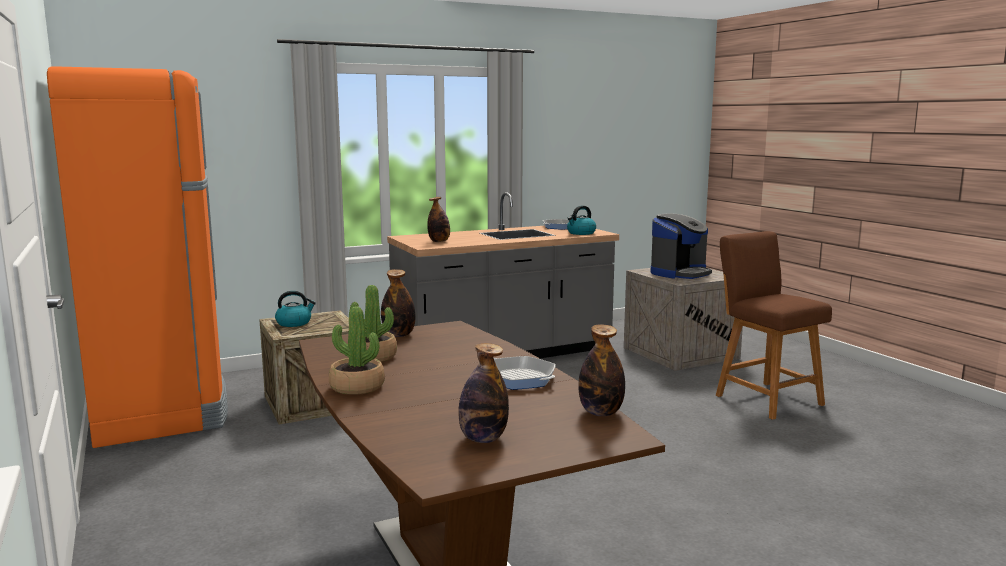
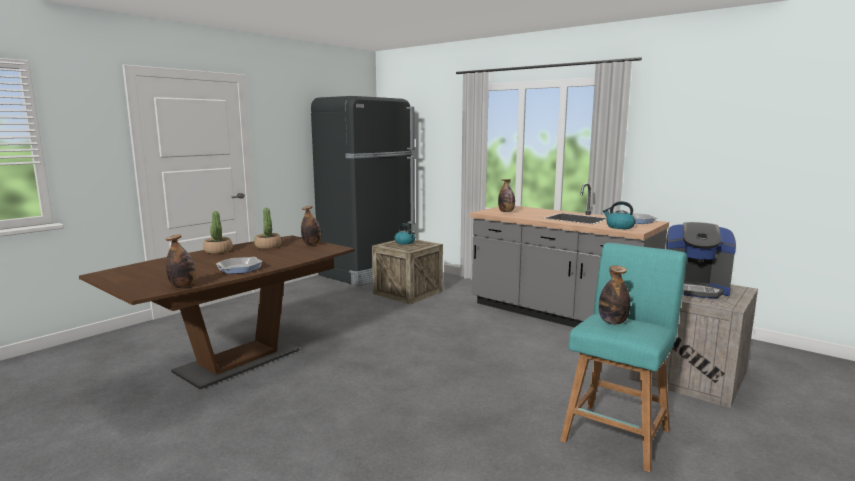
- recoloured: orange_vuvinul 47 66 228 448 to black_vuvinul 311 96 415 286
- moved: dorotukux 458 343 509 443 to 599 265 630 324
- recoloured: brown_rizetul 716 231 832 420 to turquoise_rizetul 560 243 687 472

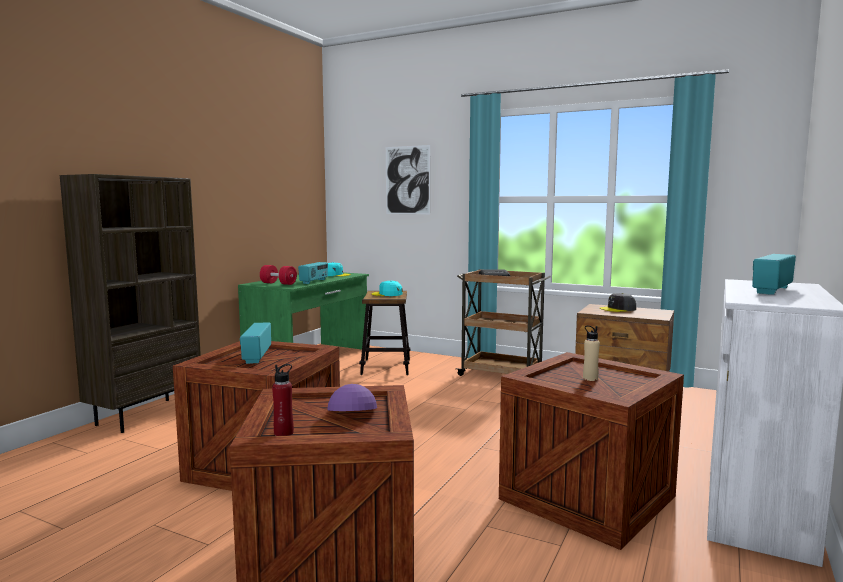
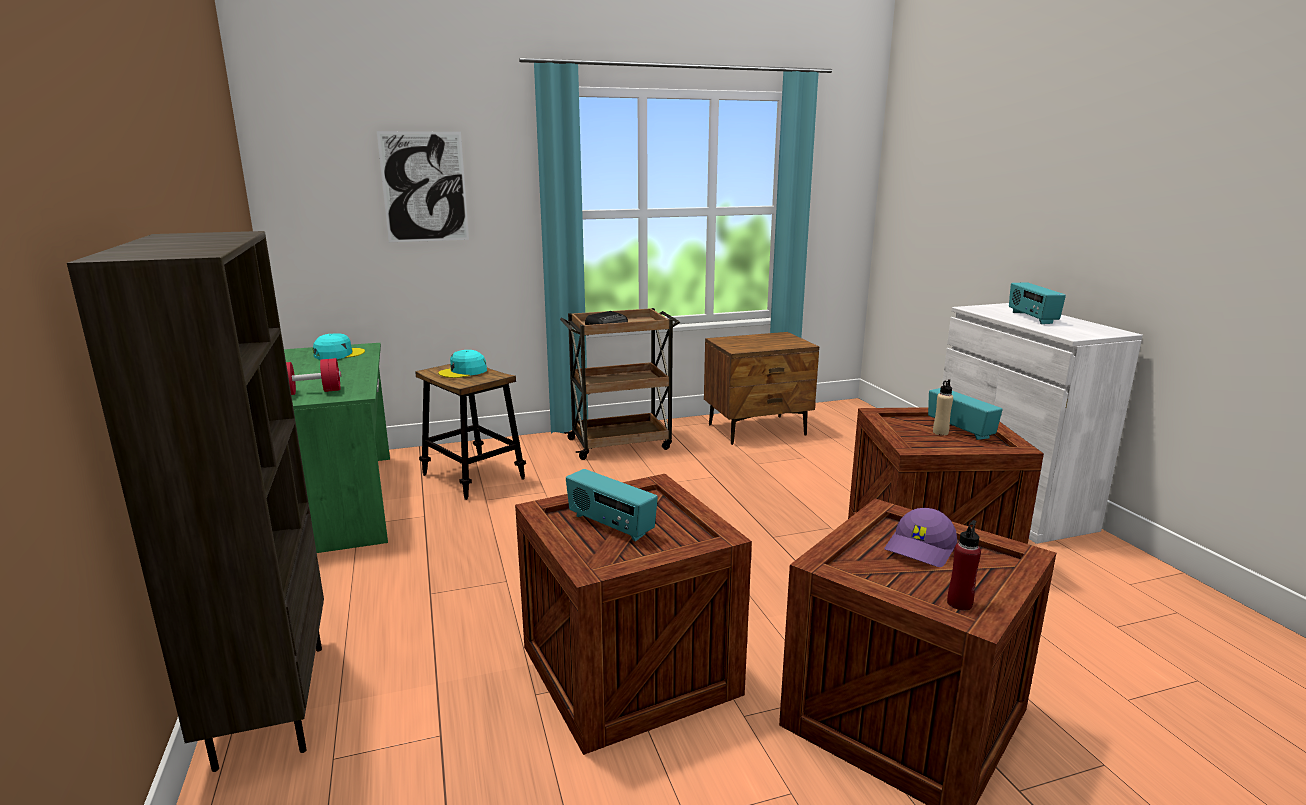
- moved: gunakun 298 262 328 284 to 928 388 1002 440
- turned: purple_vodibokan 327 384 377 411 = 884 508 957 567 90 degrees counterclockwise
- removed: grey_vodibokan 600 293 636 312

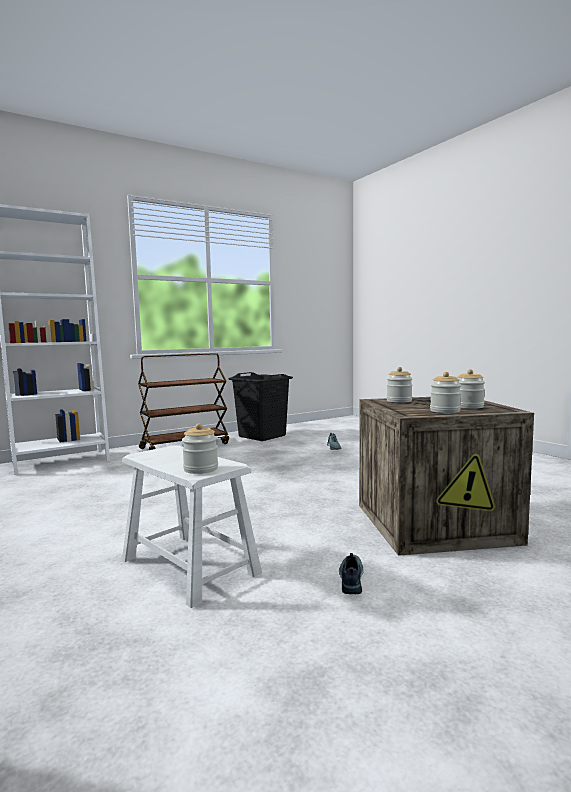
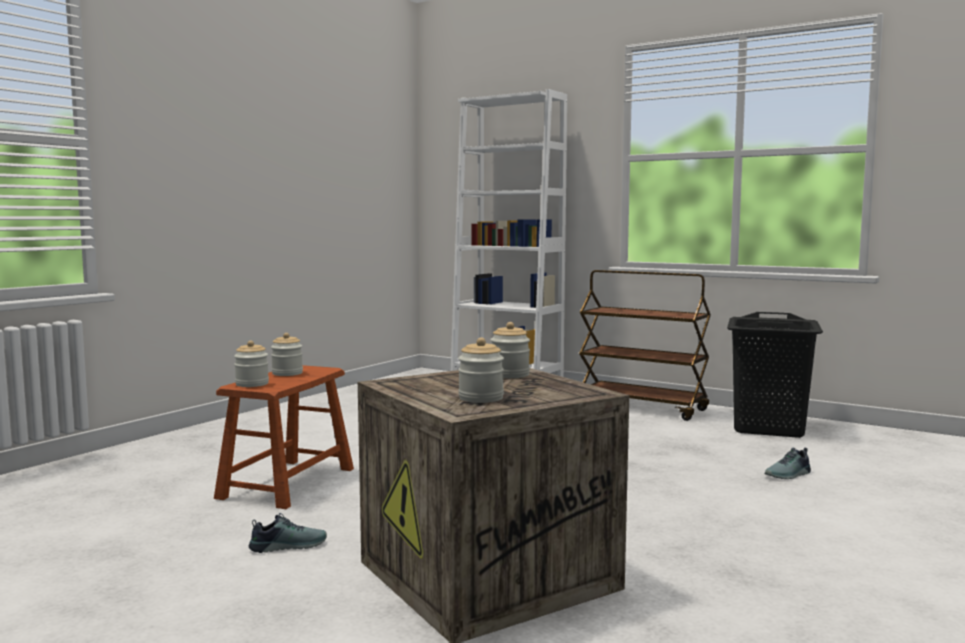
- recoloured: white_rizetul 122 445 262 608 to brown_rizetul 214 365 354 509
- moved: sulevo 430 372 461 413 to 271 333 303 376

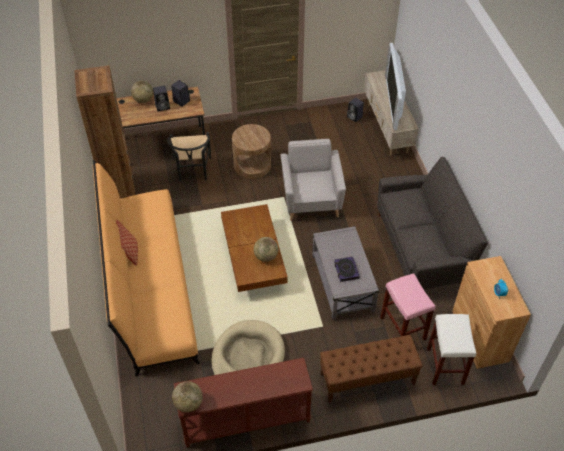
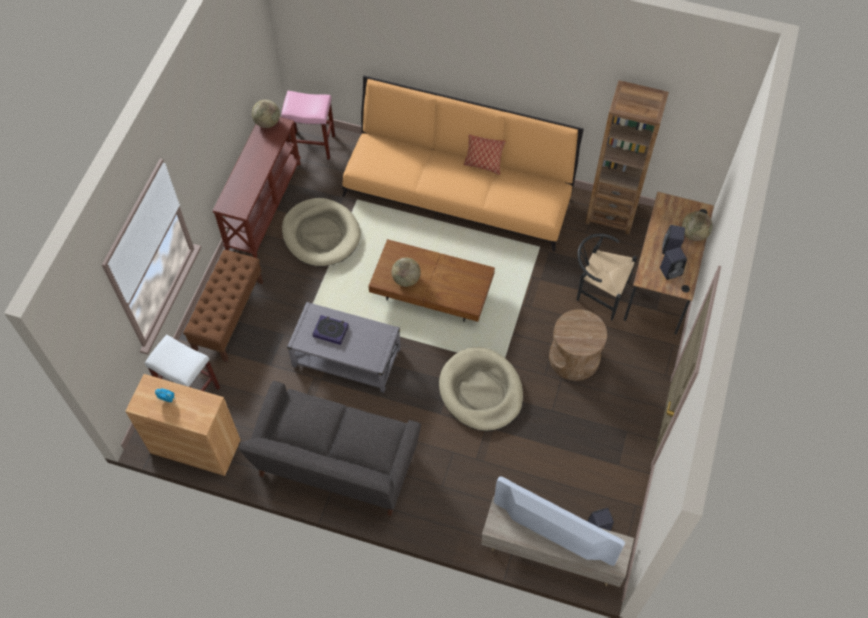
- replaced: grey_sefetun 281 139 346 221 to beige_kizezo 439 347 523 431
- moved: pink_rizetul 380 273 436 340 to 281 91 335 160

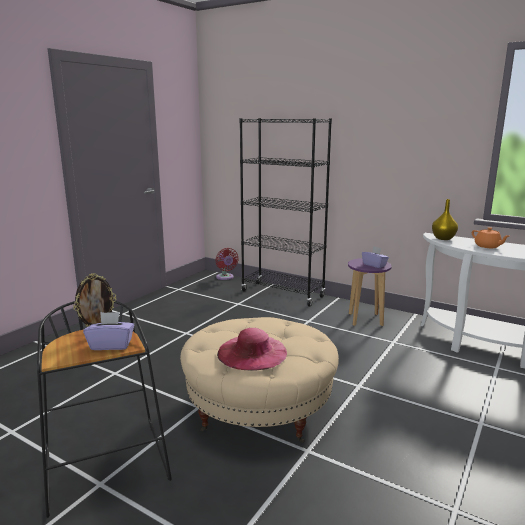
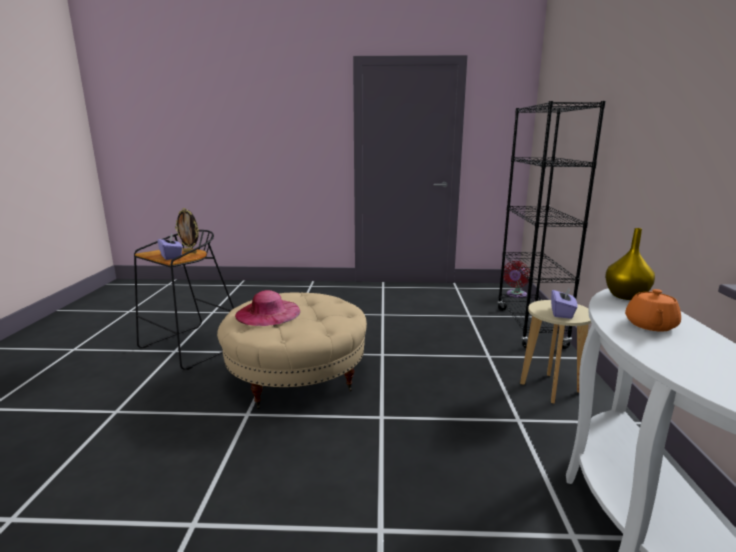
- recoloured: purple_rizetul 348 258 392 326 to beige_rizetul 520 300 591 404

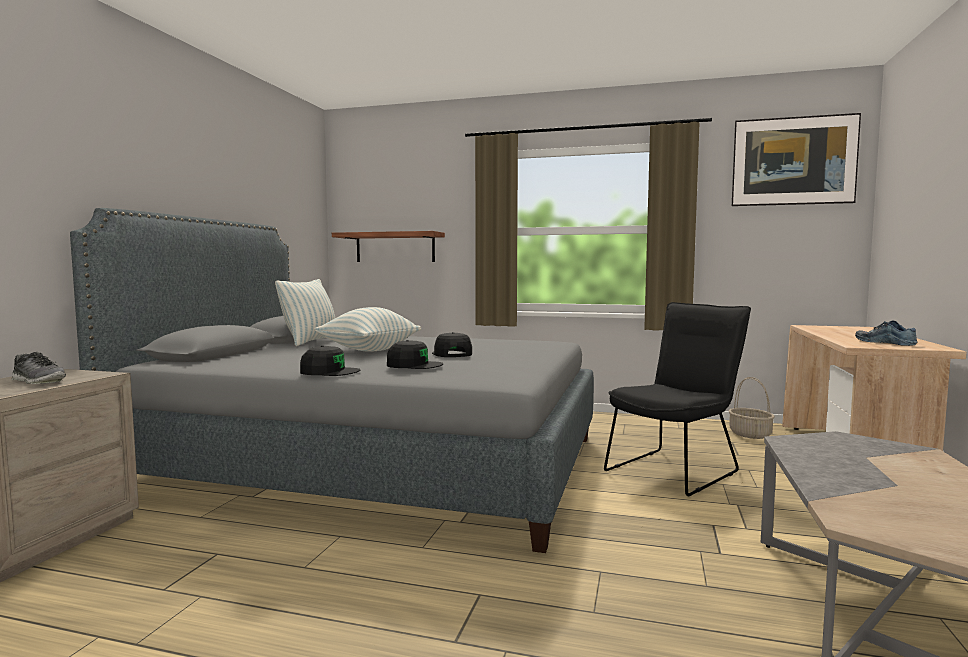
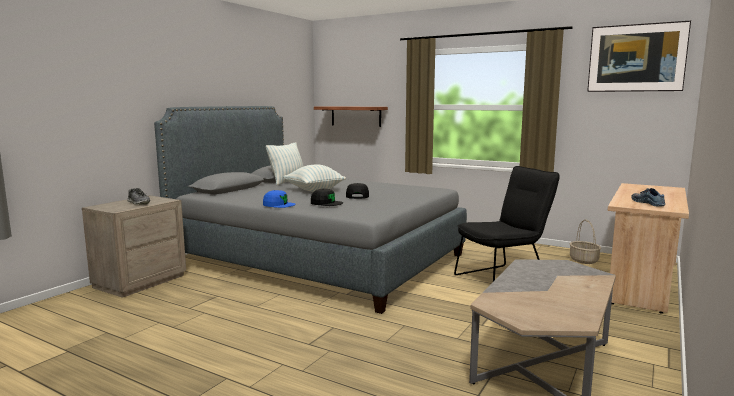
- recoloured: black_vodibokan 300 346 360 376 to blue_vodibokan 263 190 296 208

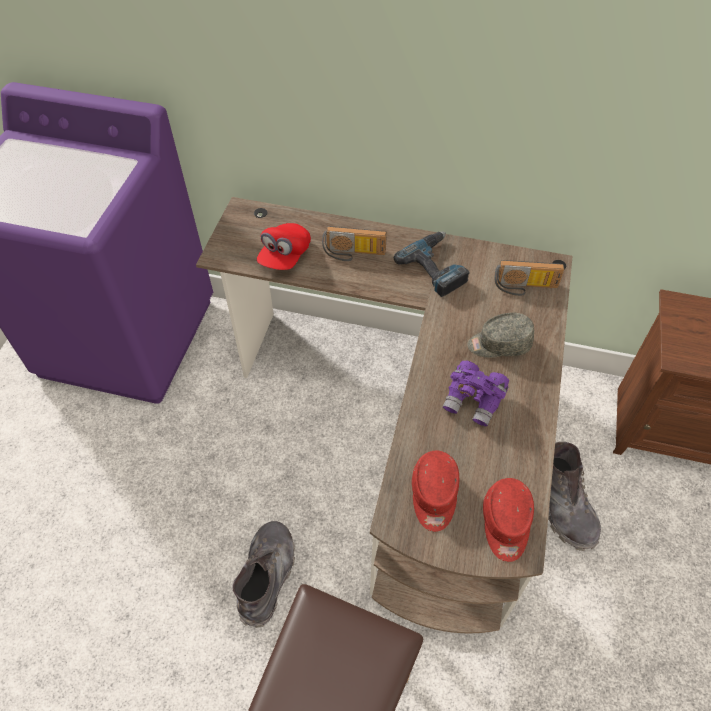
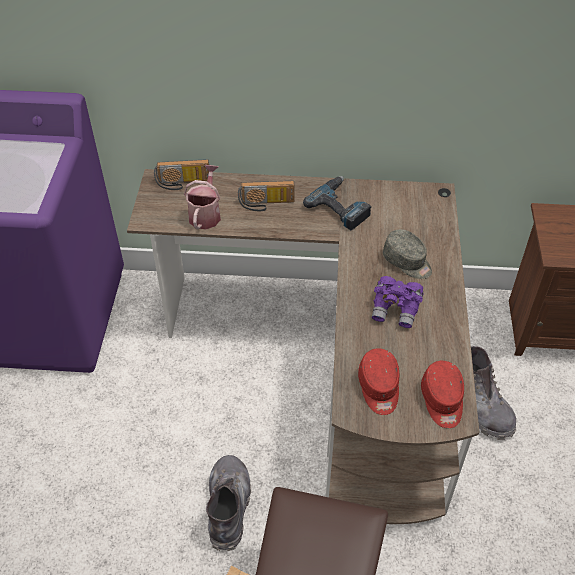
- replaced: red_vodibokan 257 223 311 270 to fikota 184 165 221 229
- turned: grey_vodibokan 467 313 534 358 = 383 229 432 279 120 degrees counterclockwise
- moved: gunakun 494 260 564 296 to 154 159 209 190

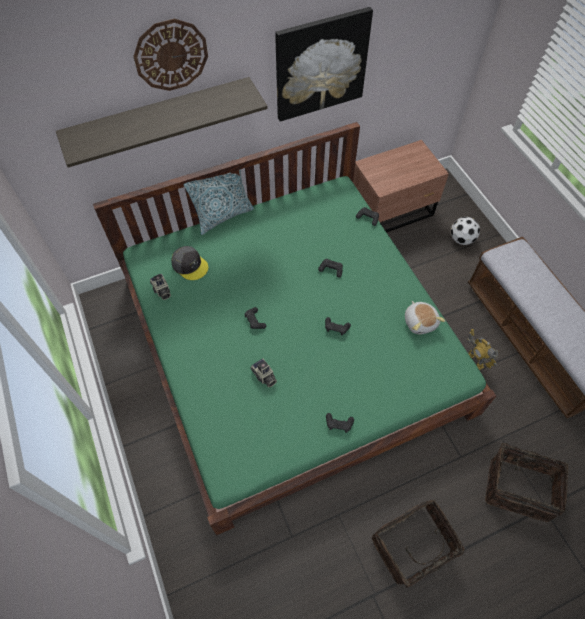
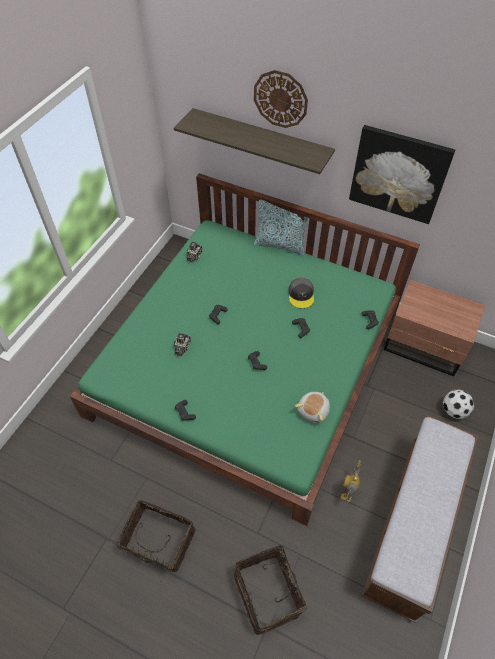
- moved: grey_vodibokan 171 246 208 280 to 288 278 314 309

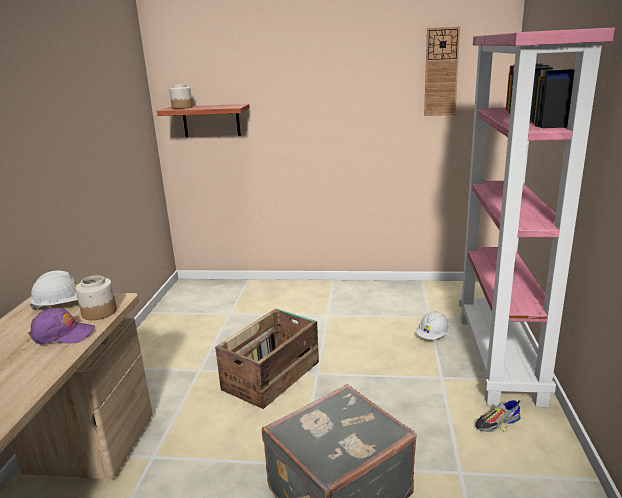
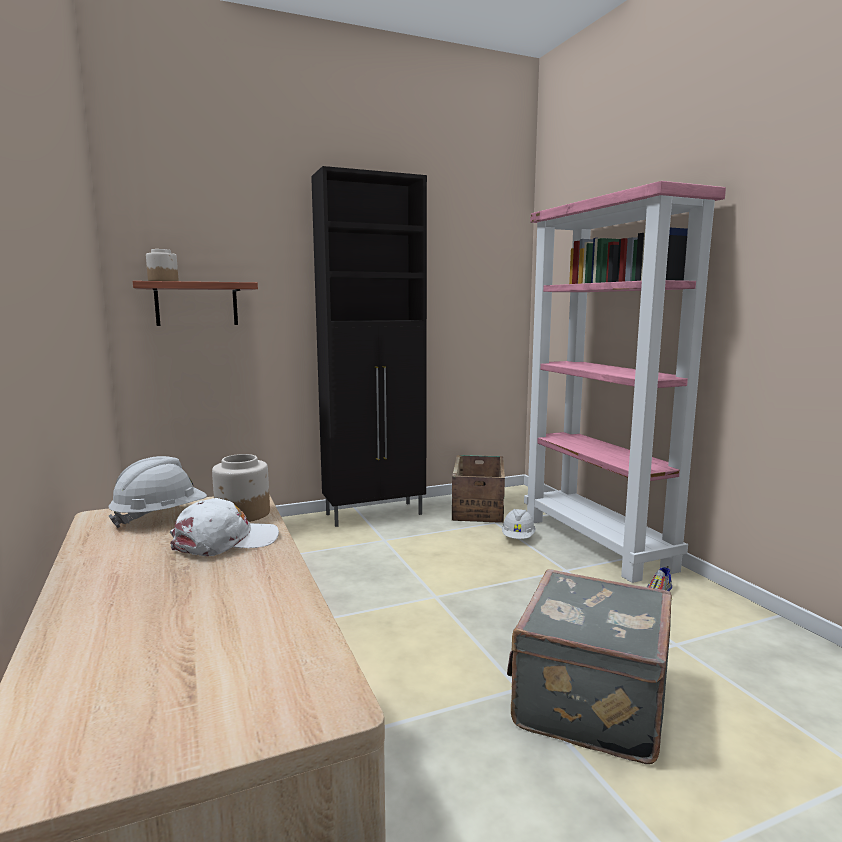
- recoloured: purple_vodibokan 28 308 95 345 to white_vodibokan 170 498 279 556
- moved: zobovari 215 308 319 409 to 452 455 505 523
- removed: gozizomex 424 26 460 116
- added: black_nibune 311 166 427 527

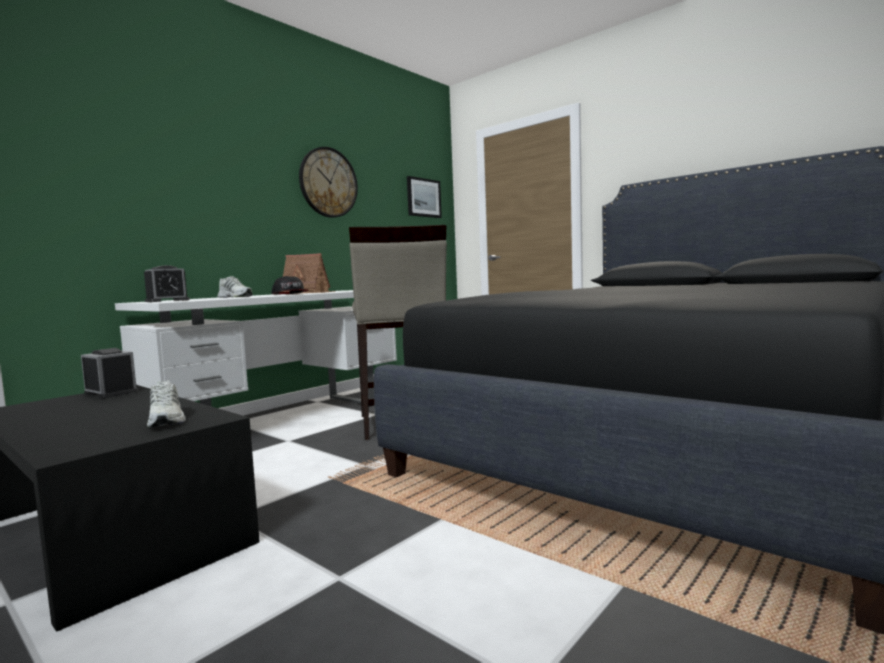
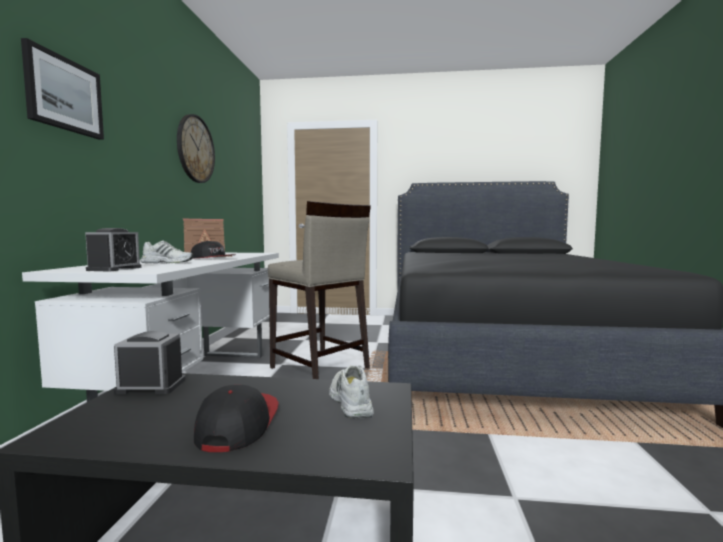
- turned: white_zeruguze 147 380 186 428 = 329 365 374 418 135 degrees counterclockwise
- moved: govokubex 407 176 442 218 to 21 38 104 140
- added: vodibokan 194 385 278 452

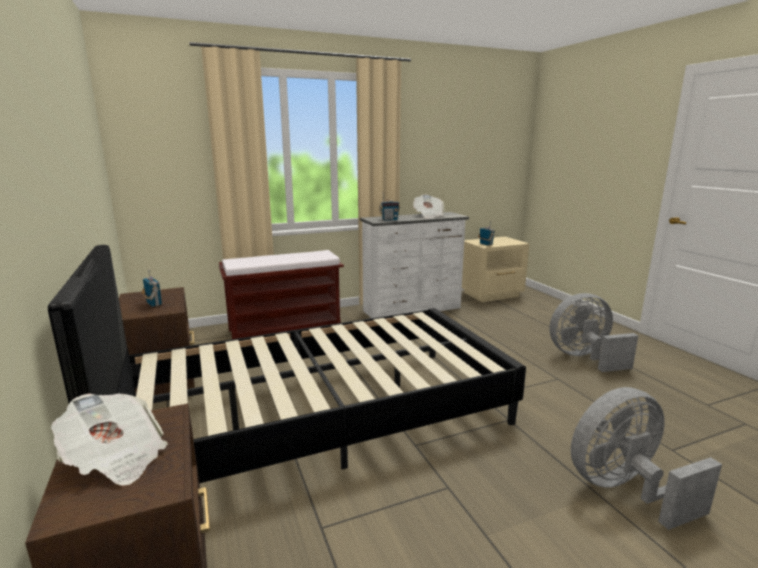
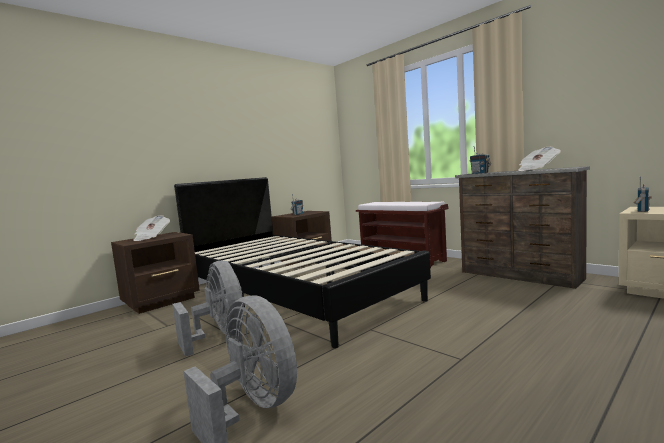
- recoloured: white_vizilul 360 212 469 318 to brown_vizilul 455 166 590 289
- moved: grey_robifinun 549 293 638 372 to 173 261 244 357

